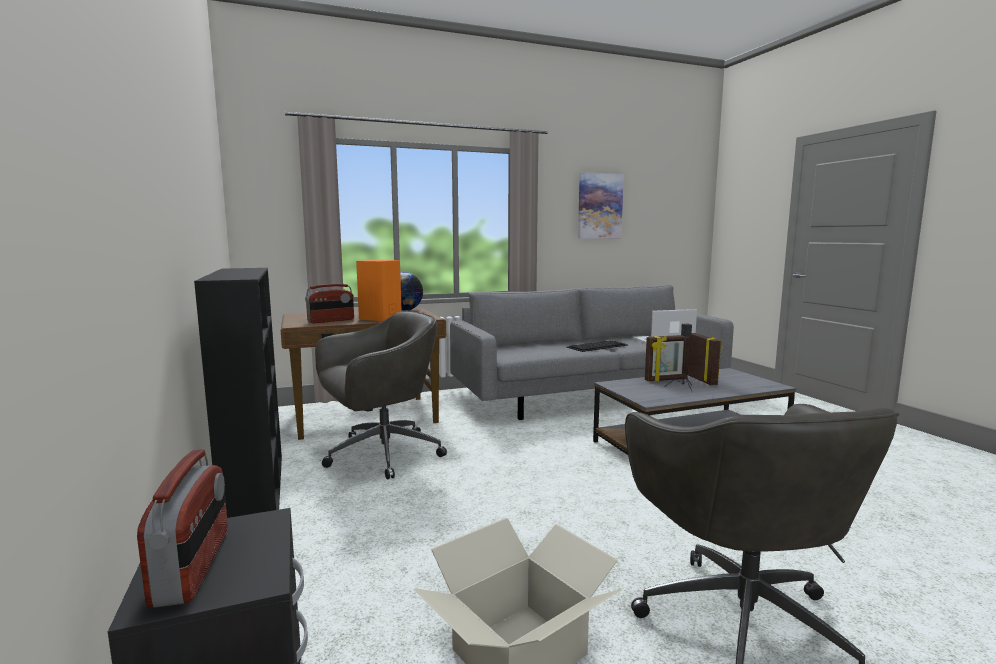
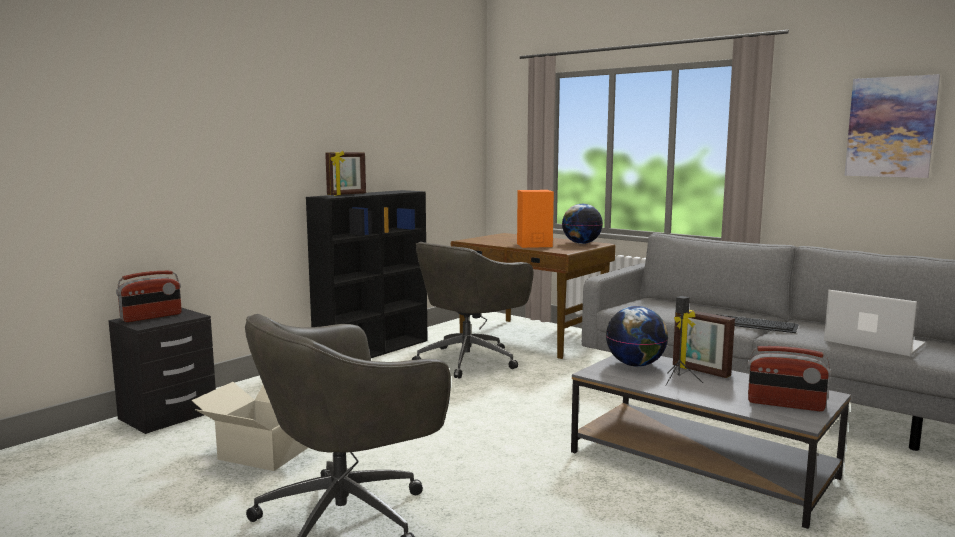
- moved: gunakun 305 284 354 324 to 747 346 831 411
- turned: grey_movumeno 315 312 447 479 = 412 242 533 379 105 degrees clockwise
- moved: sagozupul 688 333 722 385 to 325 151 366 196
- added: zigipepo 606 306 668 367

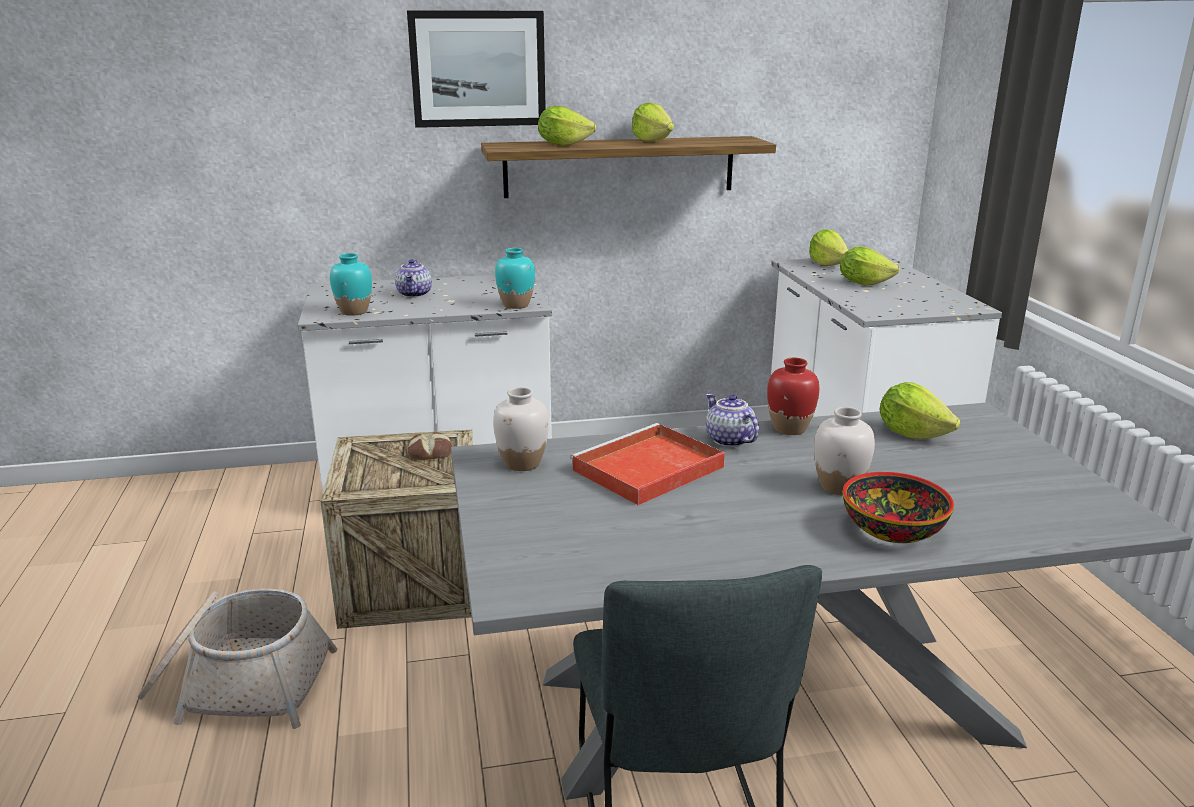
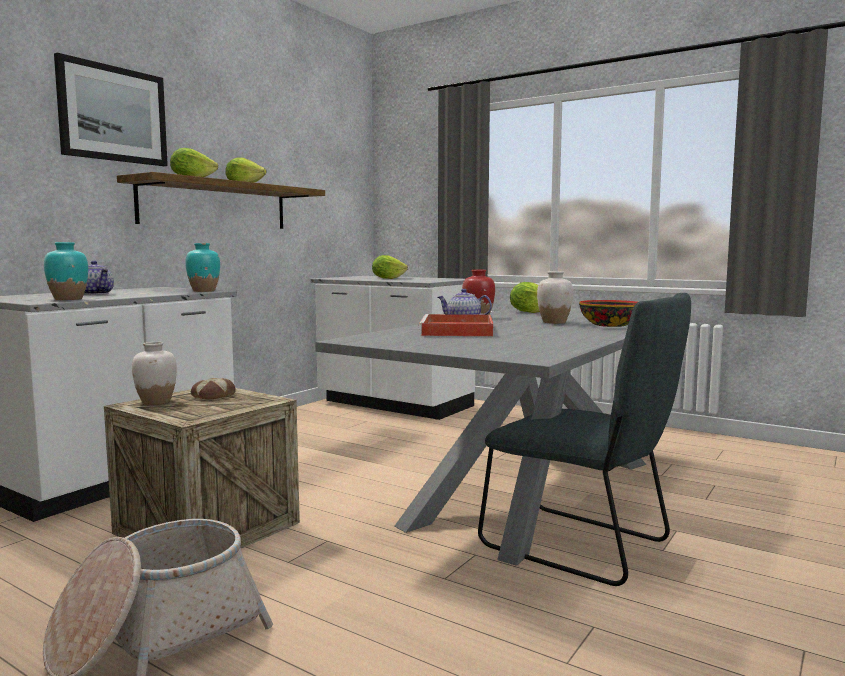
- moved: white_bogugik 493 387 549 471 to 132 342 177 405
- removed: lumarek 809 229 848 266

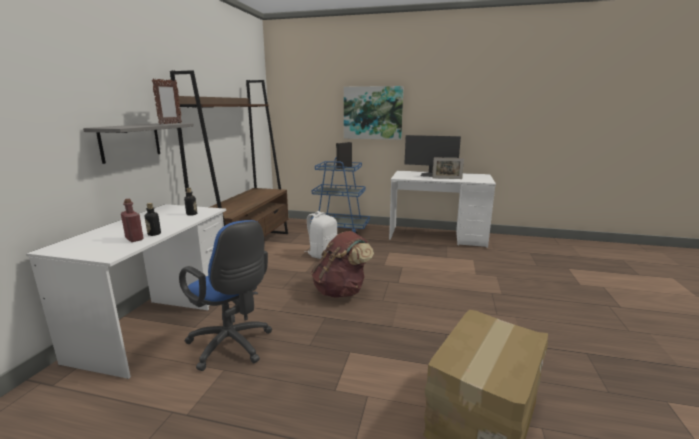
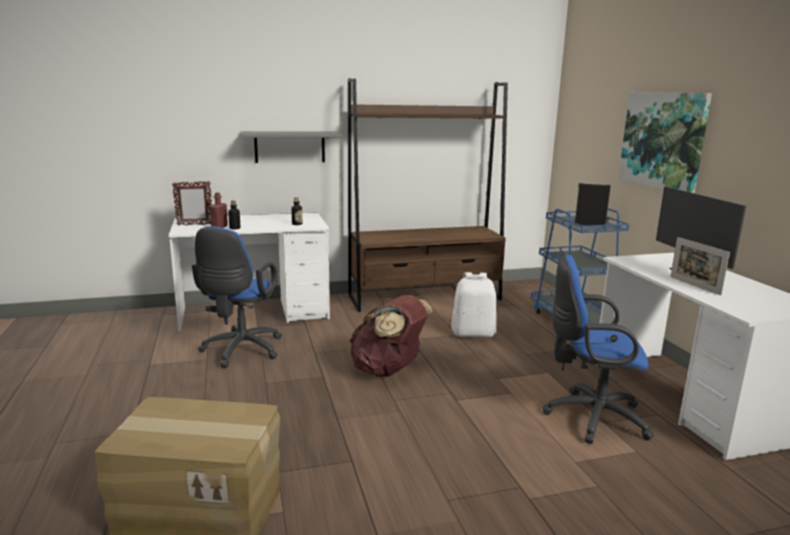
- moved: sagozupul 152 79 182 124 to 172 181 212 226
- added: blue_movumeno 542 254 654 444

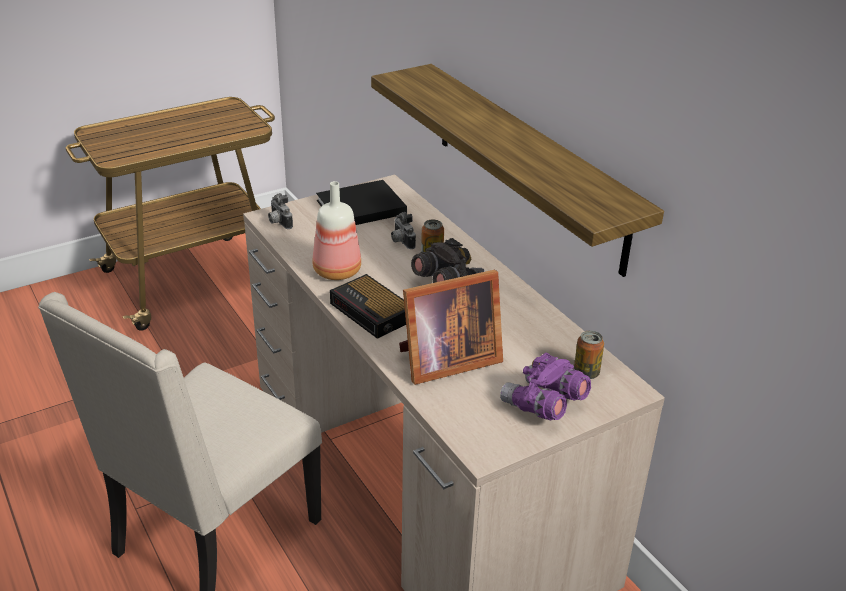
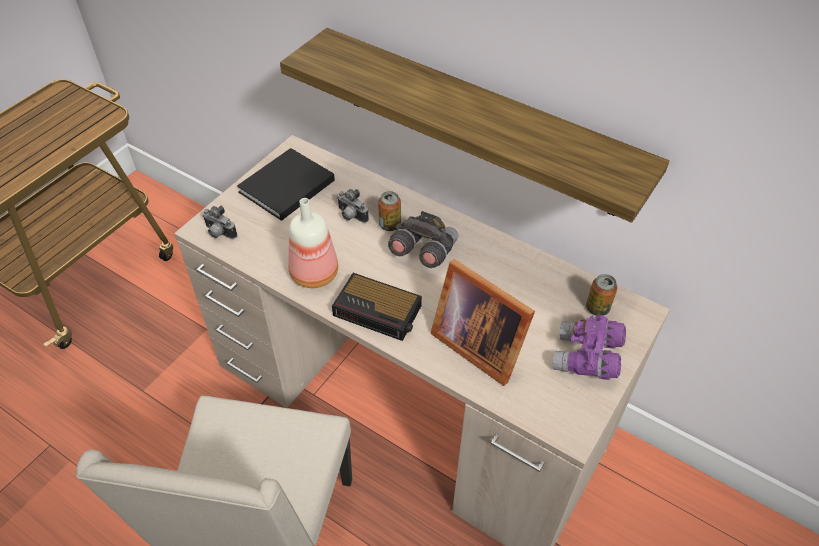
- turned: sagozupul 399 270 503 385 = 430 259 535 386 90 degrees clockwise

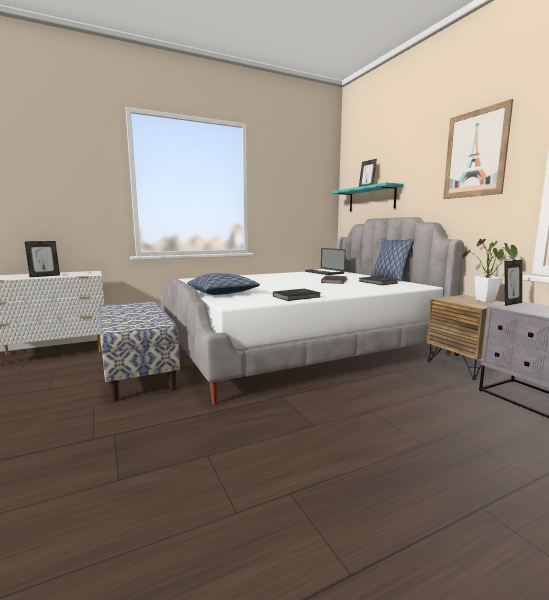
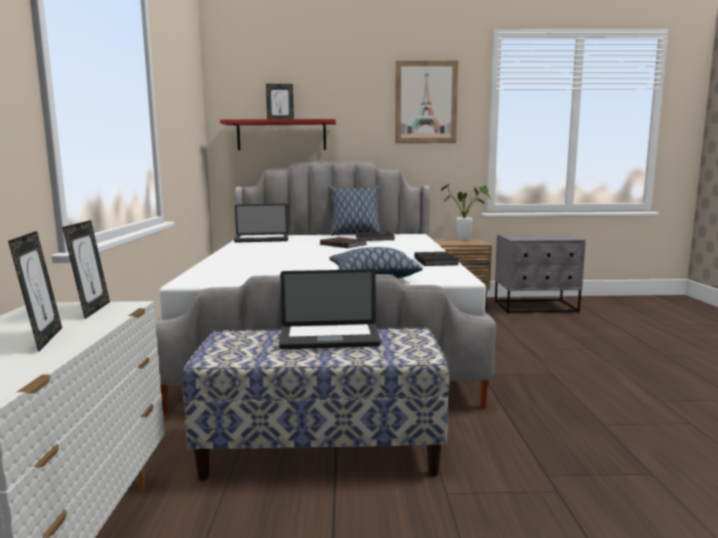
- recoloured: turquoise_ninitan 331 183 403 212 to red_ninitan 220 119 336 150
- moved: sagozupul 504 260 522 306 to 62 220 110 319
- added: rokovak 279 269 381 349

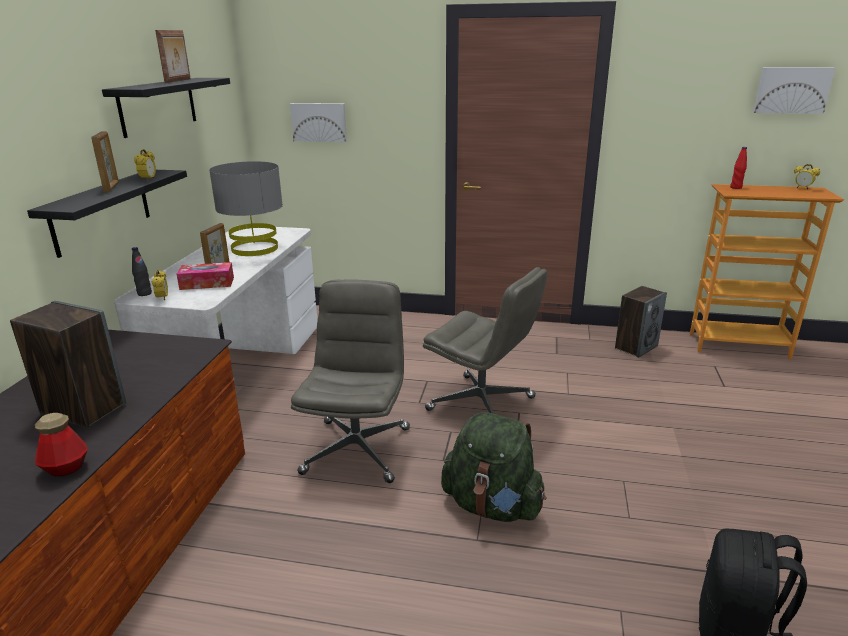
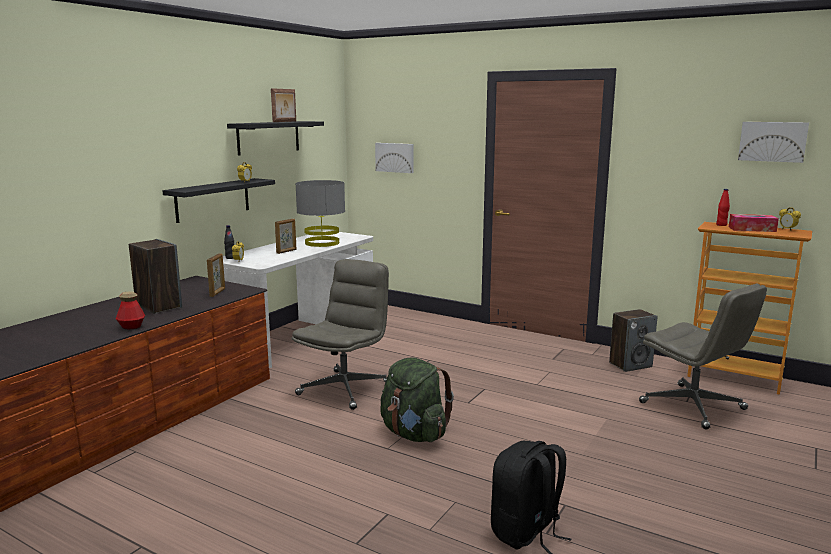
- moved: sagozupul 91 131 119 192 to 207 253 225 297
- moved: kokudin 177 262 234 290 to 729 214 779 232
- moved: grey_movumeno 423 267 548 414 to 639 284 767 430

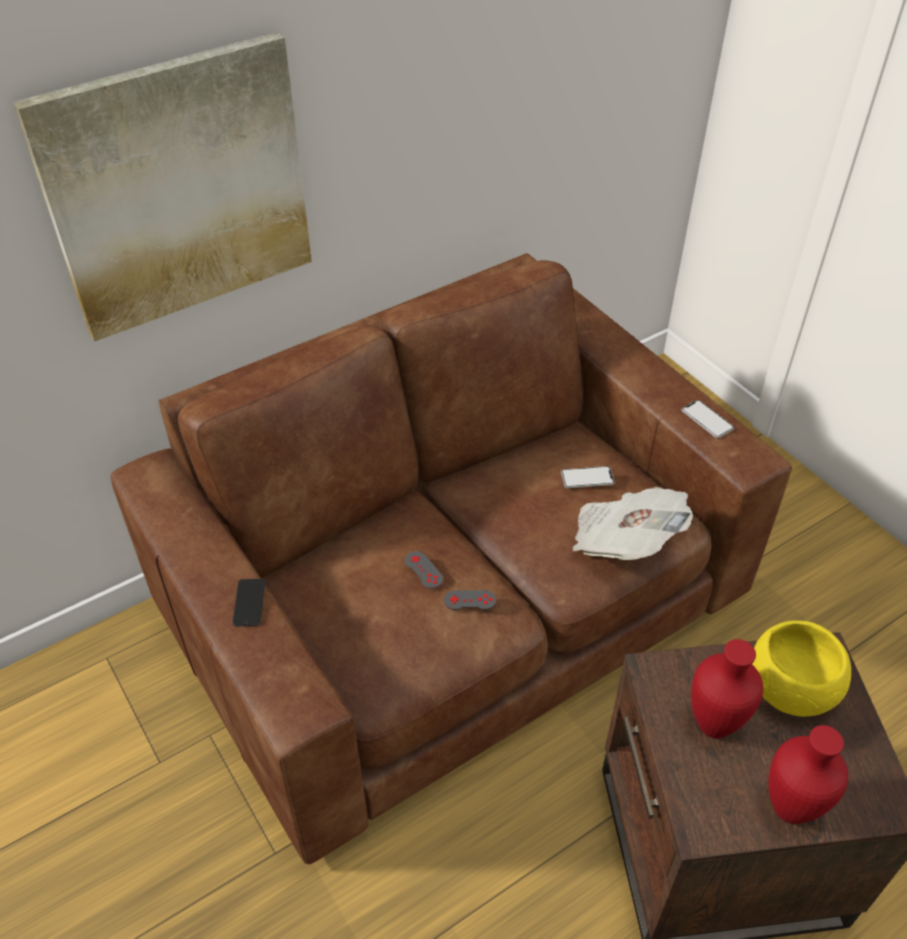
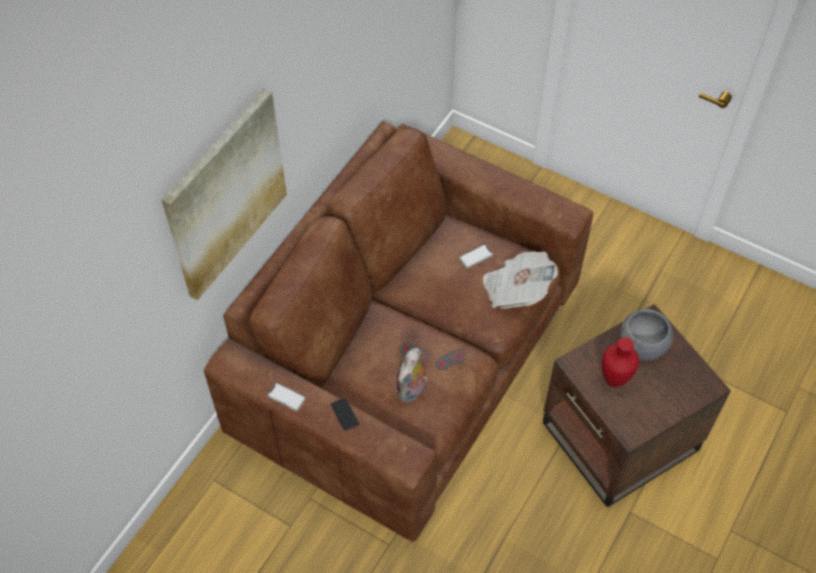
- moved: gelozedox 682 400 734 438 to 267 383 306 411
- recoloured: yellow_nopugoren 752 620 851 717 to grey_nopugoren 620 309 673 360
- removed: red_bogugik 768 725 848 824
- added: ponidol 396 348 428 403

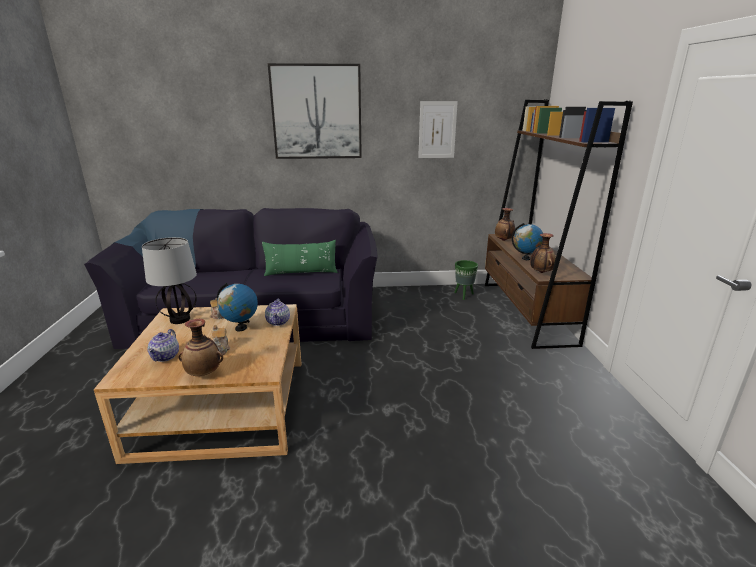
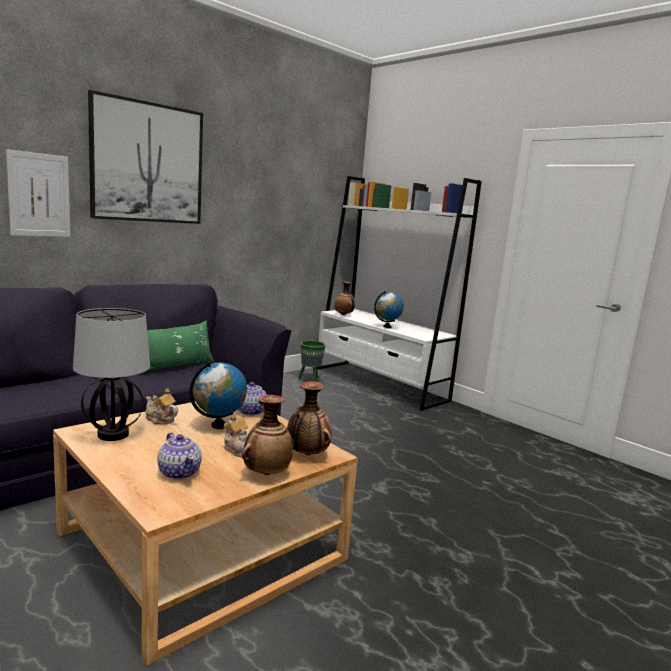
- moved: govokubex 418 101 458 158 to 6 149 70 237
- recoloured: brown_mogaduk 485 99 633 349 to white_mogaduk 317 176 482 411
- moved: bogugik 530 233 556 273 to 287 381 332 455

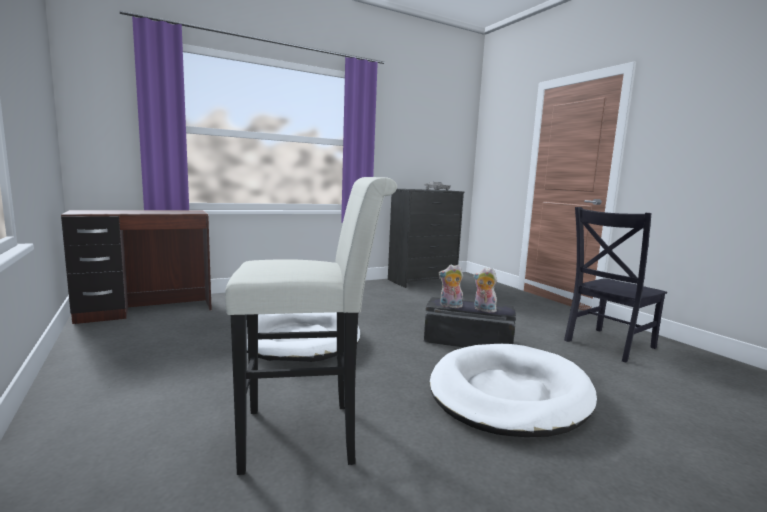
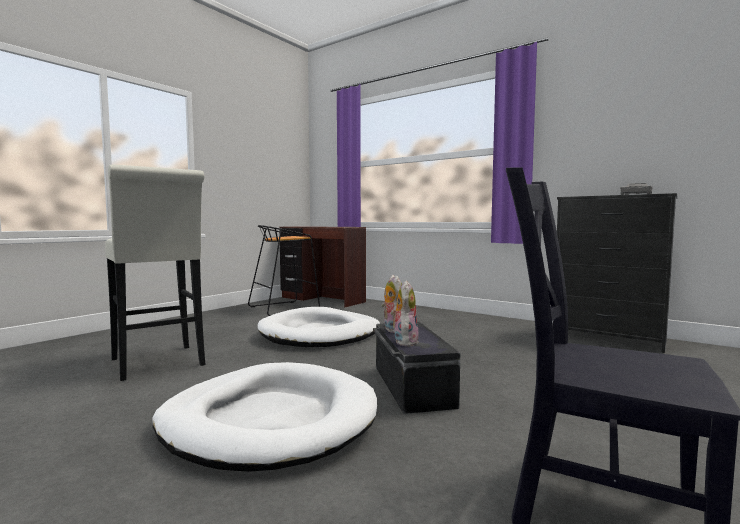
- added: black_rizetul 248 225 320 316

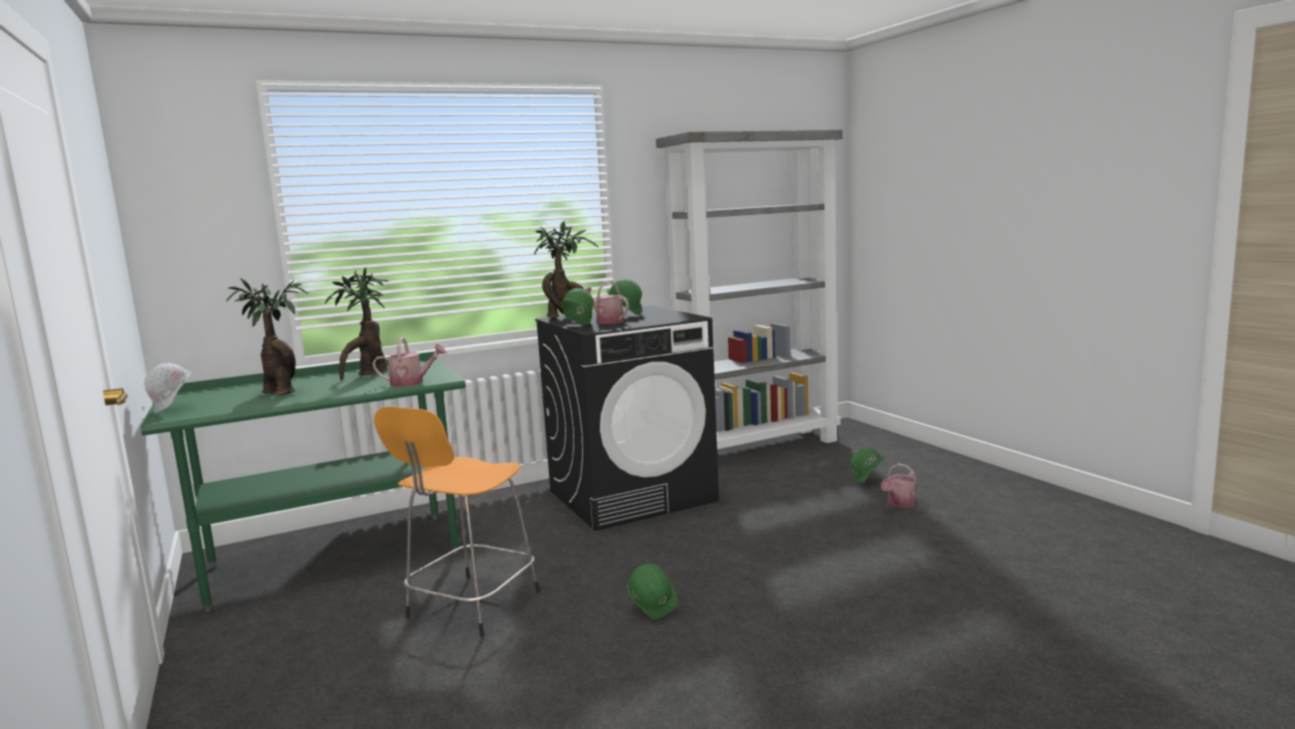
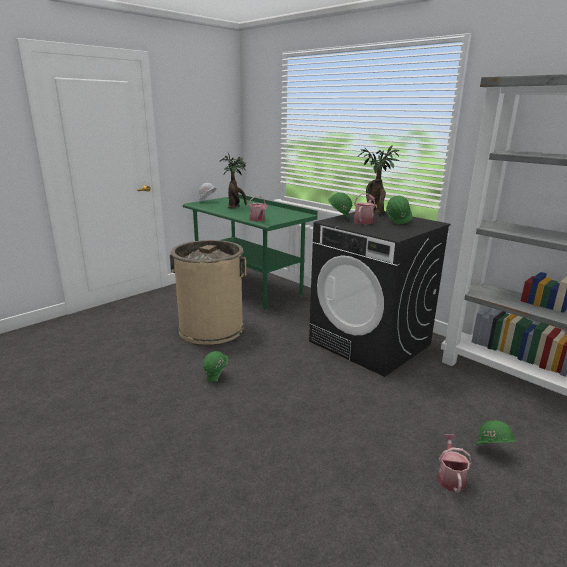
- removed: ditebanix 324 267 389 380
- replaced: orange_rizetul 374 406 540 637 to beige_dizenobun 170 240 246 345
- turned: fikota 881 463 917 508 = 437 434 472 492 75 degrees clockwise

